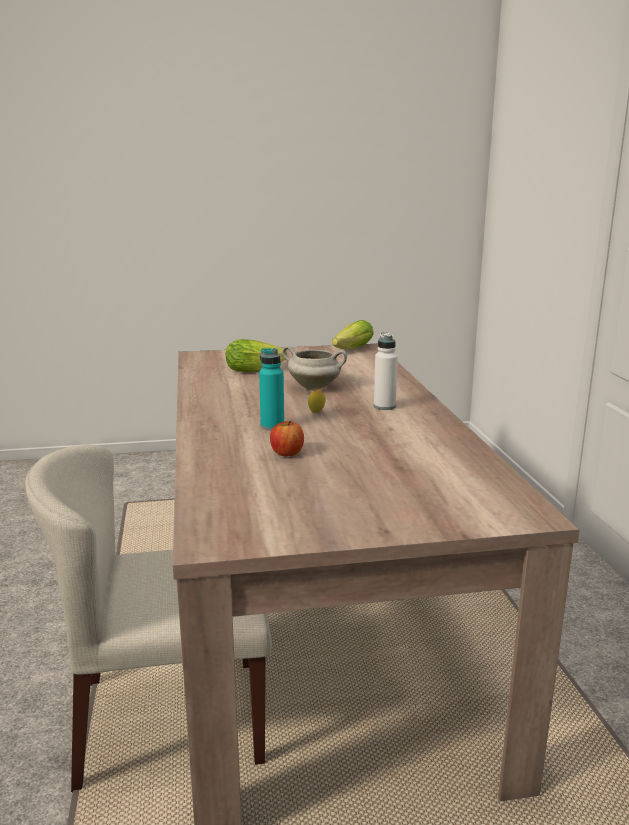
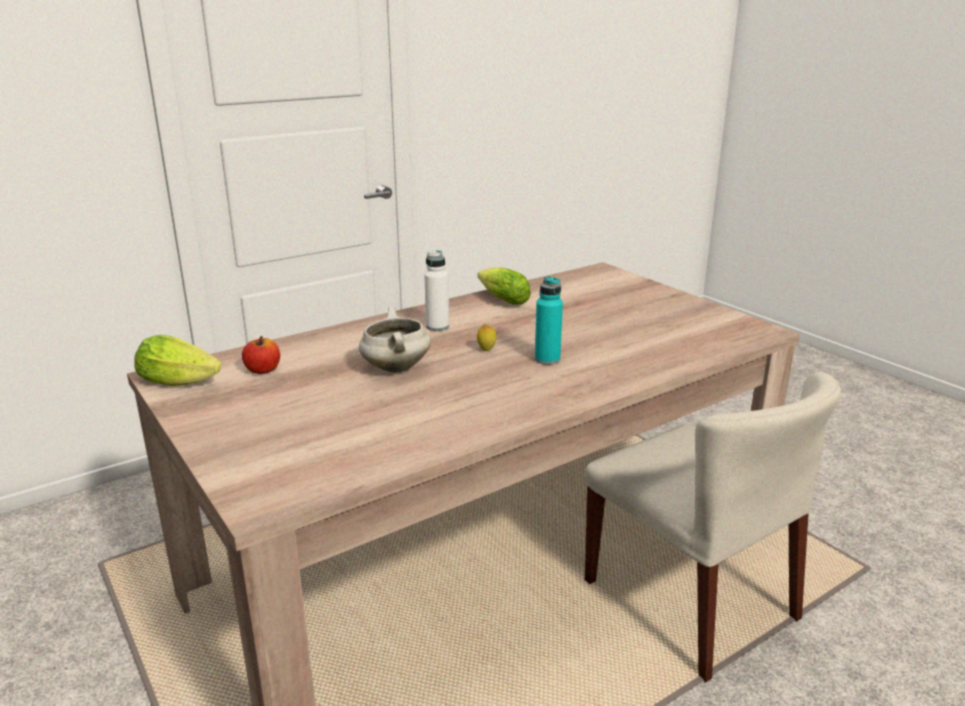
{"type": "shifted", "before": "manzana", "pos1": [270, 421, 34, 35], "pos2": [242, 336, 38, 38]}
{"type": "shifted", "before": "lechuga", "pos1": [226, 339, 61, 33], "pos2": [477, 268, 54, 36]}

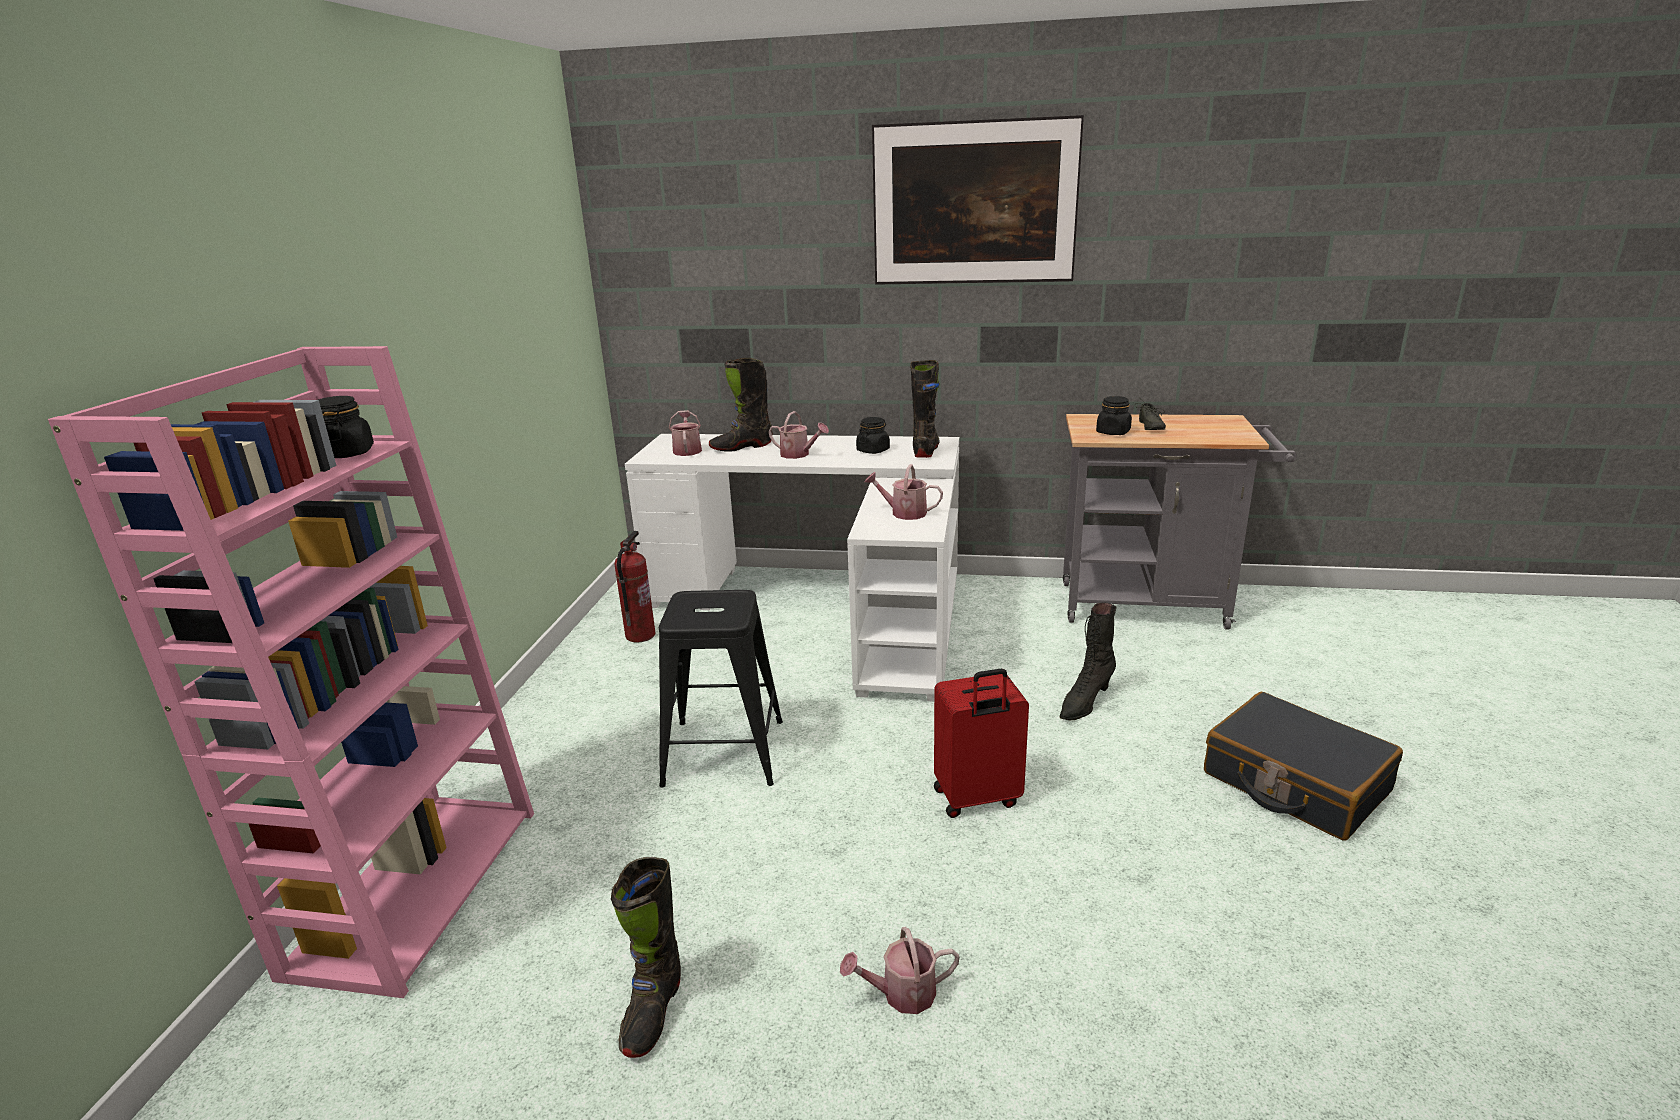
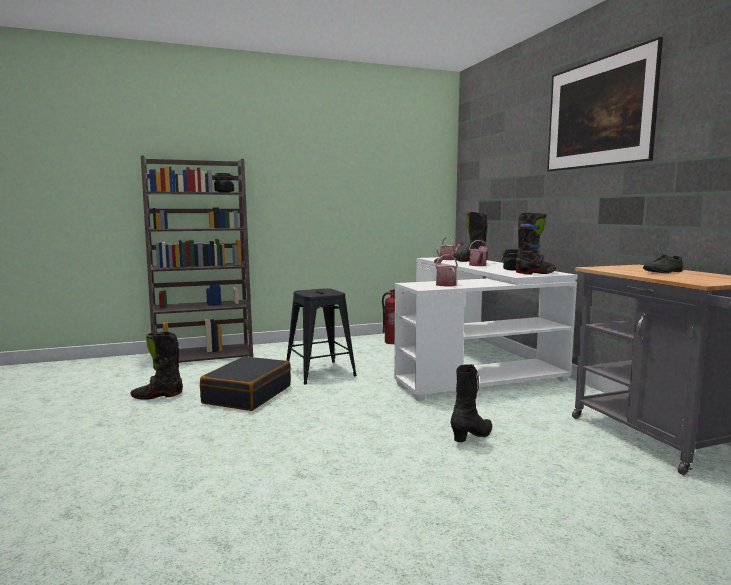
{"type": "repainted", "before": "estantería/rosa", "after": "estantería/marrón", "pos1": [48, 346, 486, 652], "pos2": [141, 155, 112, 212]}
{"type": "shifted", "before": "maleta/negro", "pos1": [1204, 692, 199, 149], "pos2": [200, 356, 91, 55]}
{"type": "rotated", "before": "bota/negro", "pos1": [1060, 602, 56, 118], "pos2": [451, 364, 41, 78], "turn": 120}
{"type": "gone", "before": "regadera", "pos1": [840, 927, 119, 87]}
{"type": "gone", "before": "maleta/rojo", "pos1": [934, 669, 95, 149]}
{"type": "gone", "before": "tarro/negro", "pos1": [1096, 396, 36, 39]}

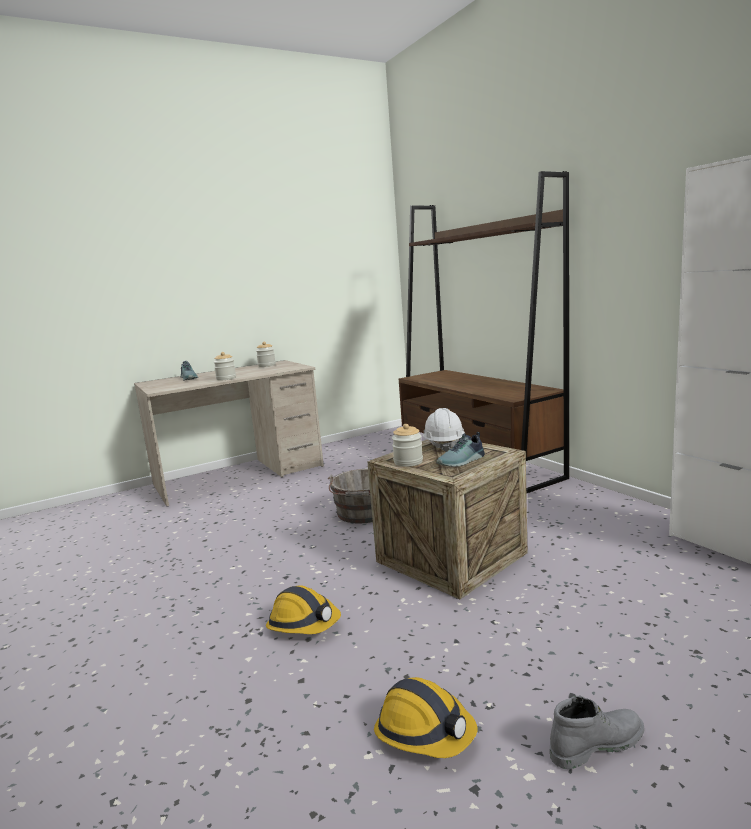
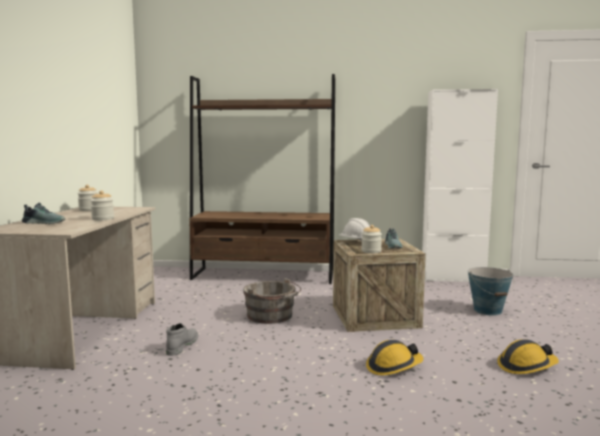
{"type": "shifted", "before": "bota/gris", "pos1": [550, 696, 95, 73], "pos2": [166, 323, 32, 33]}
{"type": "new", "after": "cubo", "pos2": [468, 267, 46, 48]}

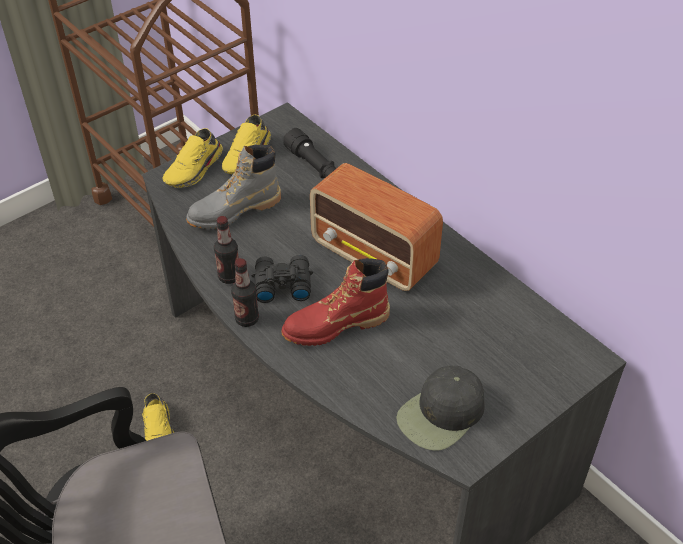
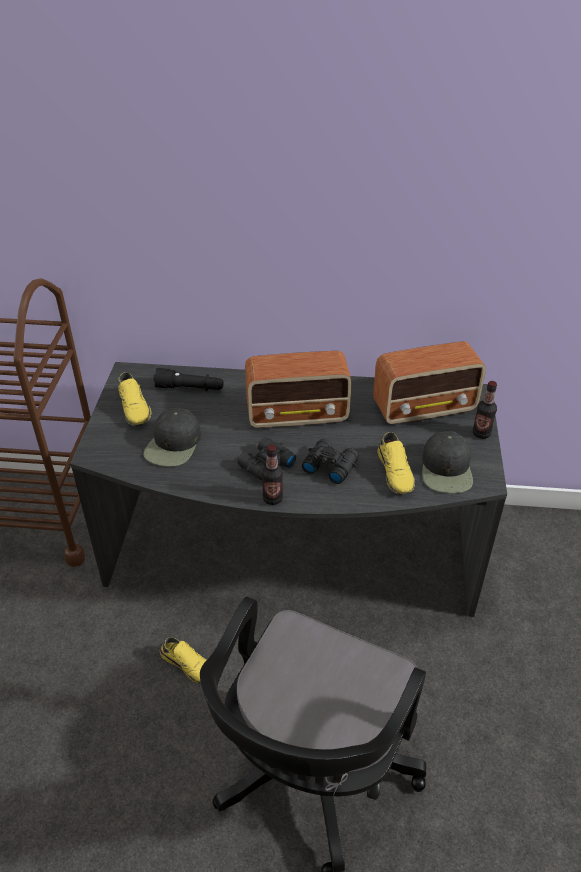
{"type": "swapped", "before": "bota/gris", "after": "gorra/negro", "pos1": [186, 145, 95, 84], "pos2": [143, 408, 58, 59]}
{"type": "swapped", "before": "bota/rojo", "after": "prismáticos/negro", "pos1": [281, 258, 109, 88], "pos2": [302, 439, 57, 45]}
{"type": "new", "after": "radio", "pos2": [373, 341, 113, 84]}
{"type": "shifted", "before": "zapato/amarillo", "pos1": [163, 128, 60, 60], "pos2": [378, 432, 37, 62]}
{"type": "shifted", "before": "botella", "pos1": [214, 216, 25, 68], "pos2": [473, 381, 24, 58]}

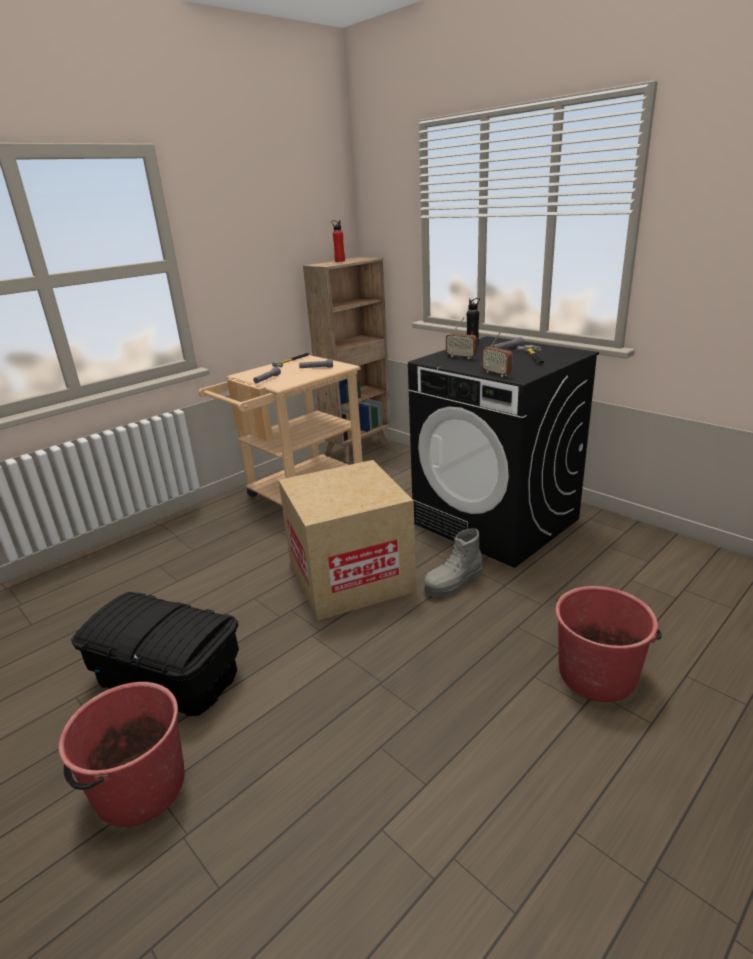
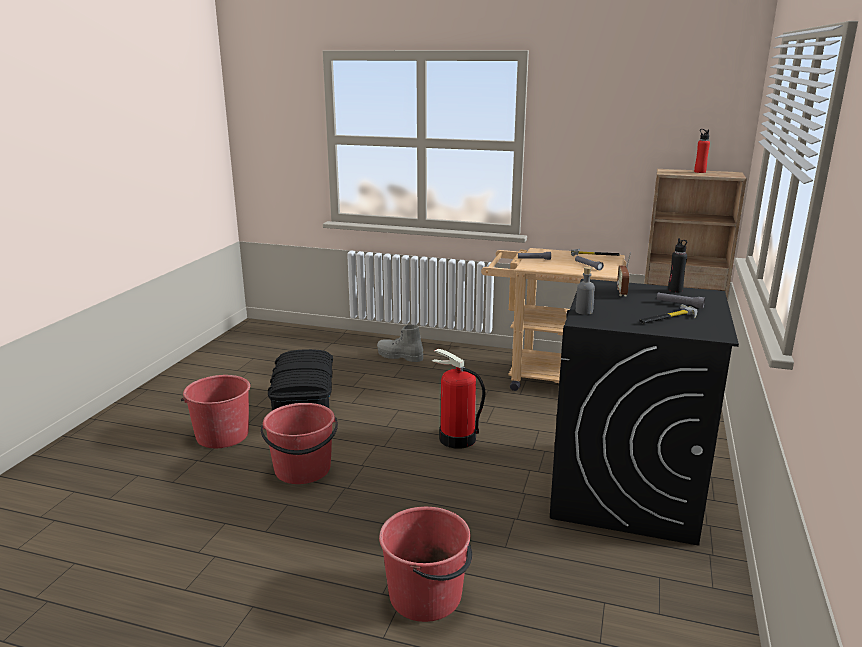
{"type": "new", "after": "cubo/rojo", "pos2": [261, 403, 77, 81]}
{"type": "shifted", "before": "bota/gris", "pos1": [424, 528, 58, 69], "pos2": [377, 325, 46, 37]}
{"type": "swapped", "before": "caja de cartón", "after": "extintor", "pos1": [278, 460, 139, 161], "pos2": [432, 349, 53, 99]}
{"type": "swapped", "before": "radio", "after": "botella/gris", "pos1": [482, 330, 31, 47], "pos2": [576, 267, 19, 48]}

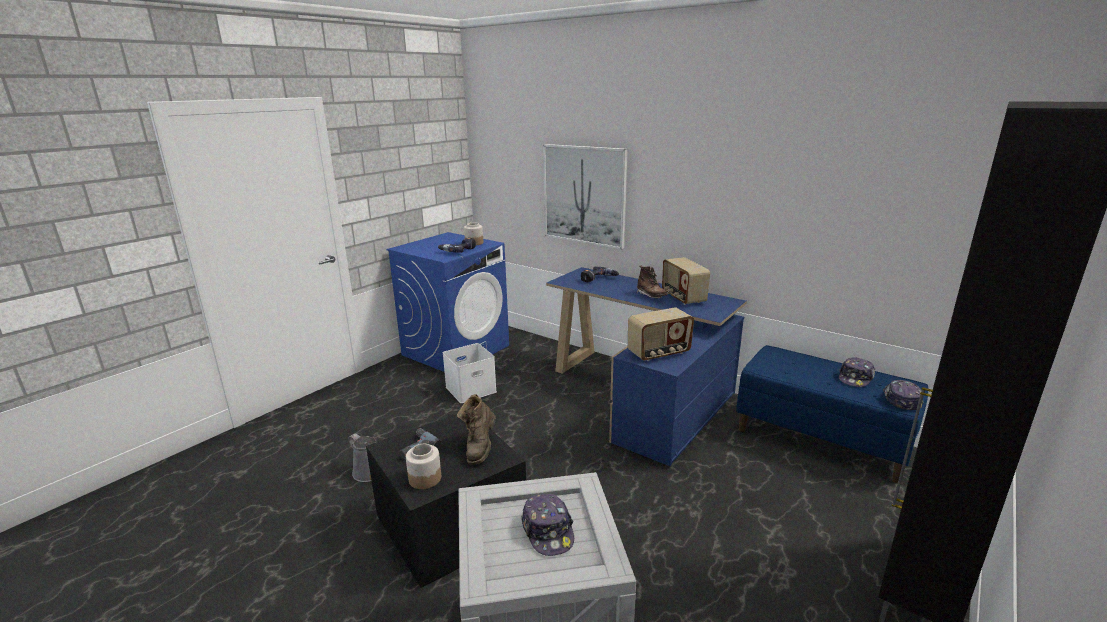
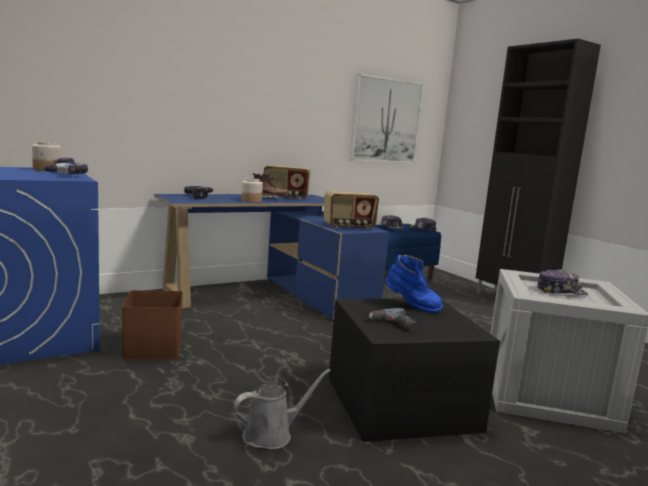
{"type": "repainted", "before": "caja de almacenaje/blanco", "after": "caja de almacenaje/marrón", "pos1": [442, 343, 55, 60], "pos2": [122, 290, 61, 70]}
{"type": "shifted", "before": "tarro", "pos1": [406, 444, 35, 45], "pos2": [241, 178, 22, 25]}
{"type": "rotated", "before": "radio", "pos1": [628, 307, 66, 54], "pos2": [324, 191, 55, 38], "turn": 75}
{"type": "shifted", "before": "cuadro", "pos1": [543, 144, 85, 106], "pos2": [350, 74, 74, 89]}
{"type": "repainted", "before": "bota/marrón", "after": "bota/azul", "pos1": [457, 394, 39, 71], "pos2": [386, 254, 57, 59]}

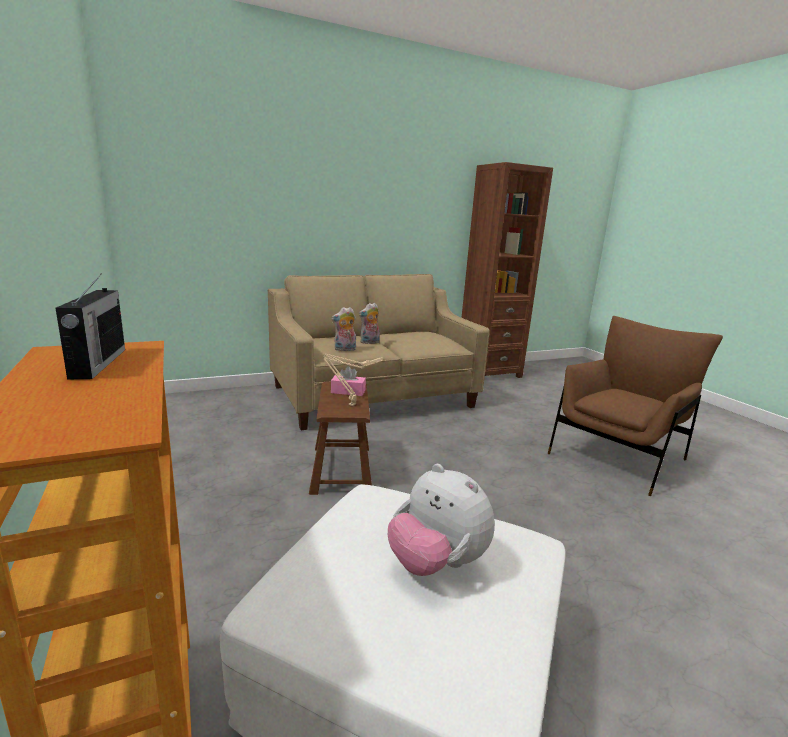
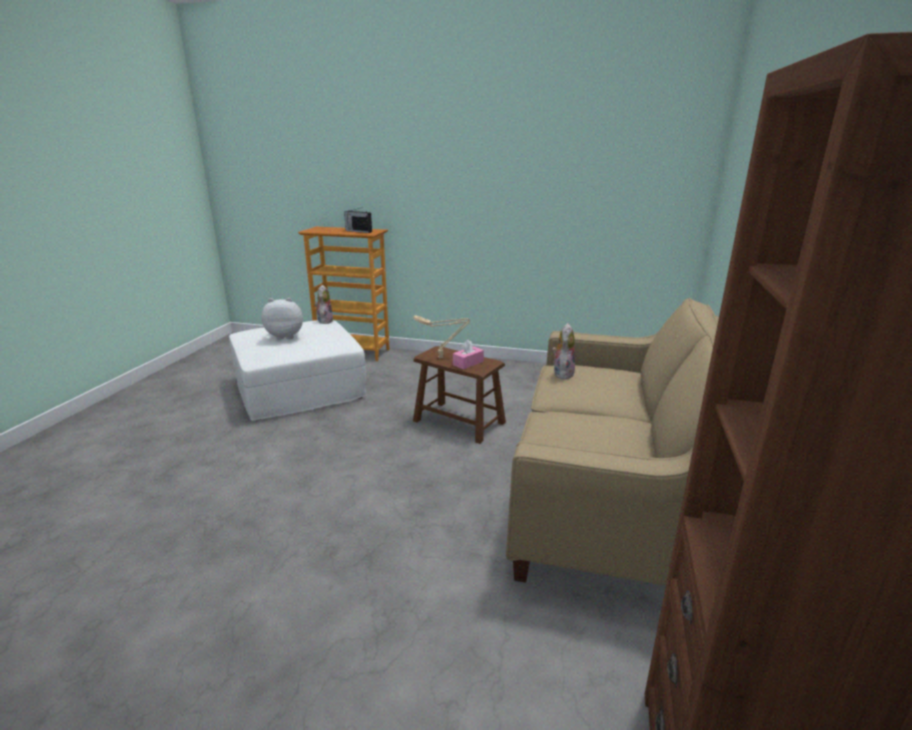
{"type": "shifted", "before": "peluche", "pos1": [359, 303, 21, 41], "pos2": [315, 285, 18, 39]}
{"type": "gone", "before": "sillón/marrón", "pos1": [548, 316, 175, 180]}

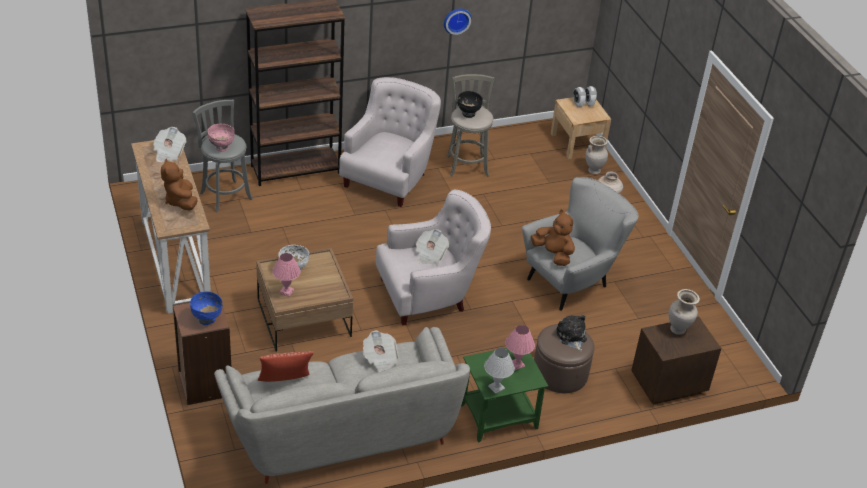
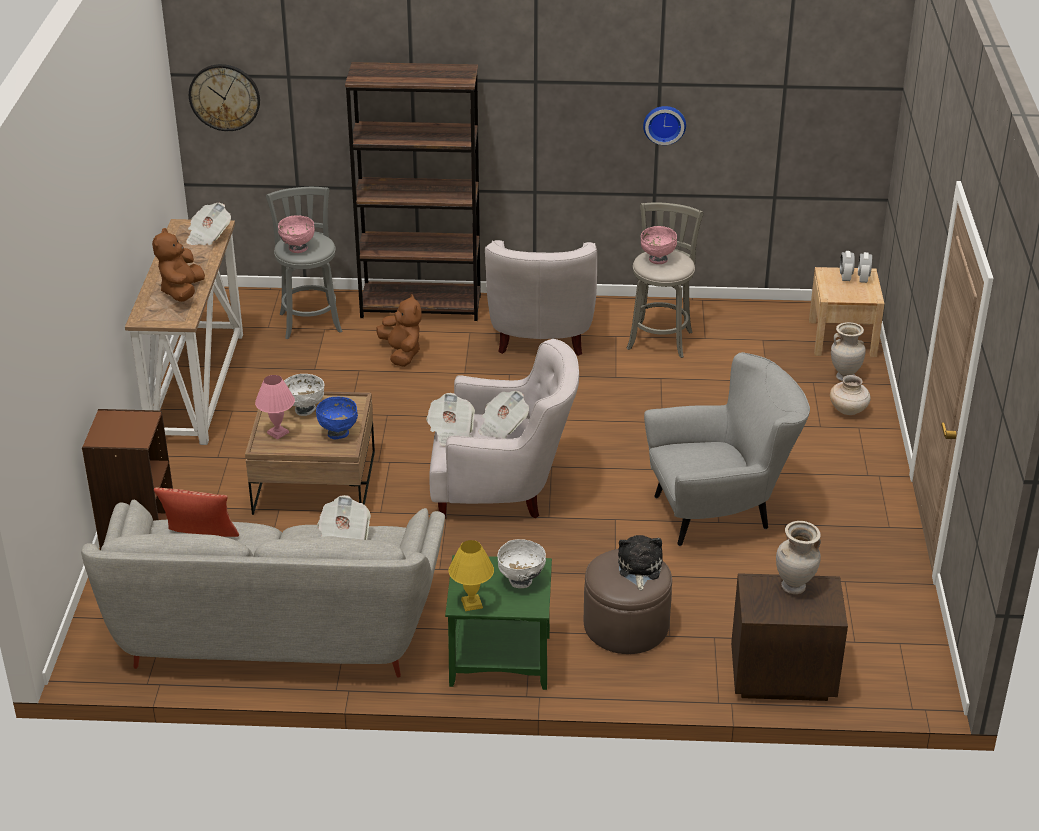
{"type": "new", "after": "reloj de pared", "pos2": [189, 64, 71, 67]}
{"type": "shifted", "before": "cuenco/azul", "pos1": [190, 291, 32, 34], "pos2": [316, 397, 42, 42]}
{"type": "shifted", "before": "peluche/marrón", "pos1": [531, 210, 44, 56], "pos2": [376, 294, 46, 73]}
{"type": "new", "after": "periódico", "pos2": [426, 393, 49, 53]}
{"type": "repainted", "before": "lámpara de mesa/blanco", "after": "lámpara de mesa/amarillo", "pos1": [484, 348, 31, 46], "pos2": [449, 540, 45, 71]}
{"type": "rotated", "before": "sillón/blanco", "pos1": [339, 77, 102, 130], "pos2": [485, 240, 112, 116], "turn": 135}
{"type": "swapped", "before": "lámpara de mesa/rosa", "after": "cuenco/blanco", "pos1": [505, 325, 30, 45], "pos2": [498, 539, 48, 49]}
{"type": "repainted", "before": "cuenco/negro", "after": "cuenco/rosa", "pos1": [457, 91, 26, 27], "pos2": [641, 226, 36, 38]}

